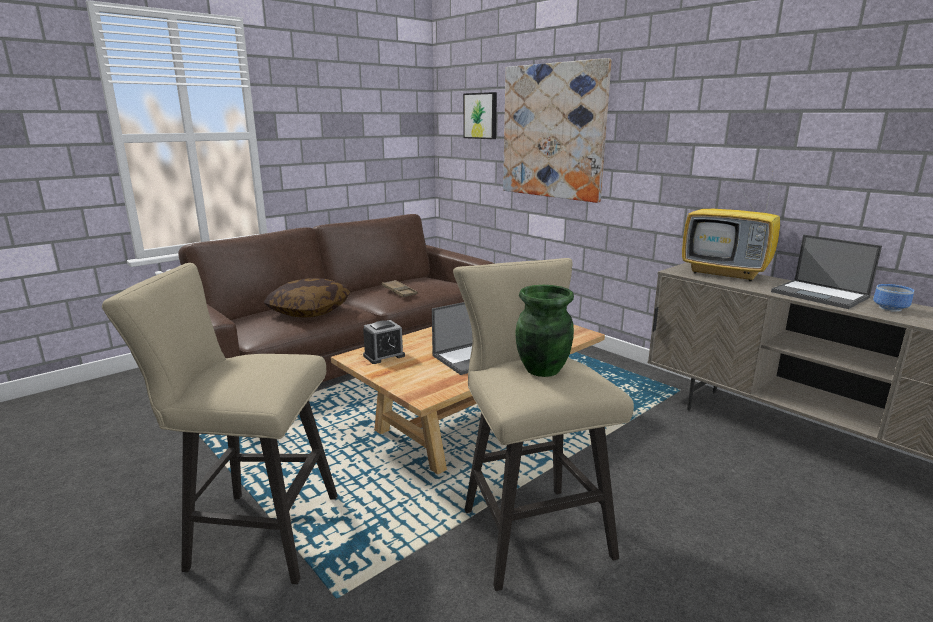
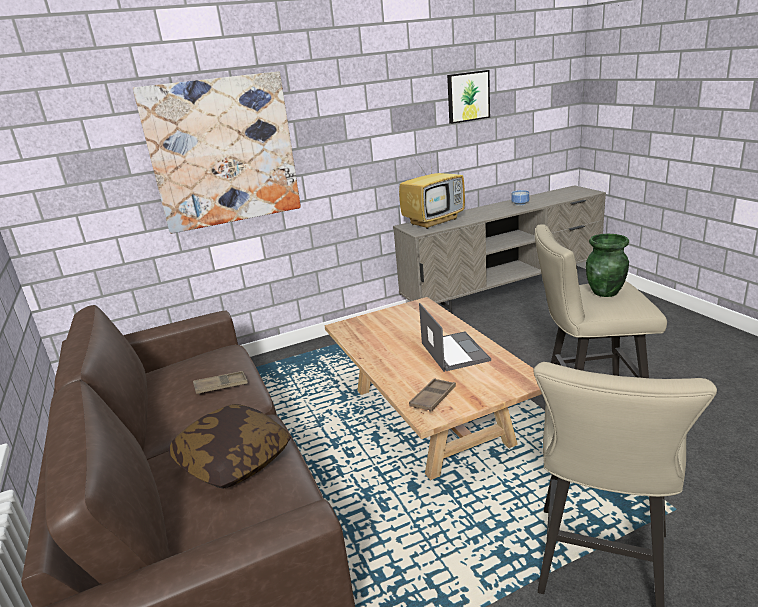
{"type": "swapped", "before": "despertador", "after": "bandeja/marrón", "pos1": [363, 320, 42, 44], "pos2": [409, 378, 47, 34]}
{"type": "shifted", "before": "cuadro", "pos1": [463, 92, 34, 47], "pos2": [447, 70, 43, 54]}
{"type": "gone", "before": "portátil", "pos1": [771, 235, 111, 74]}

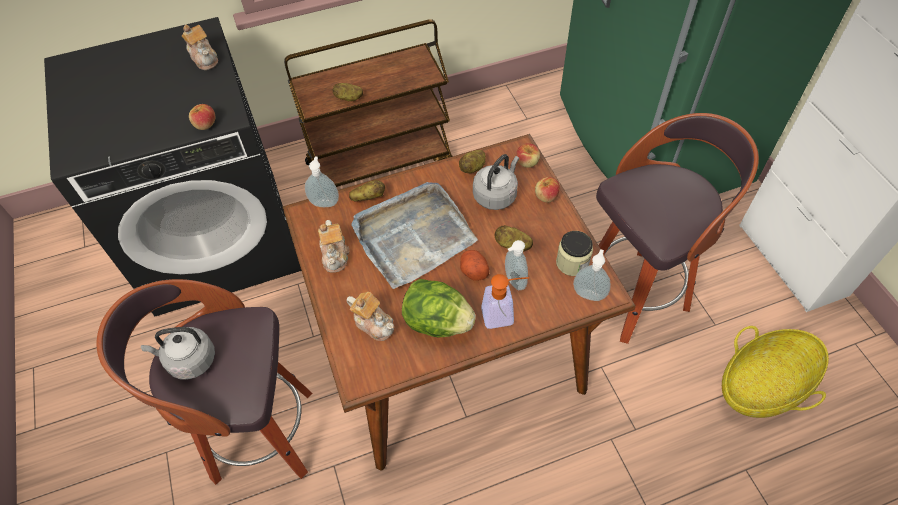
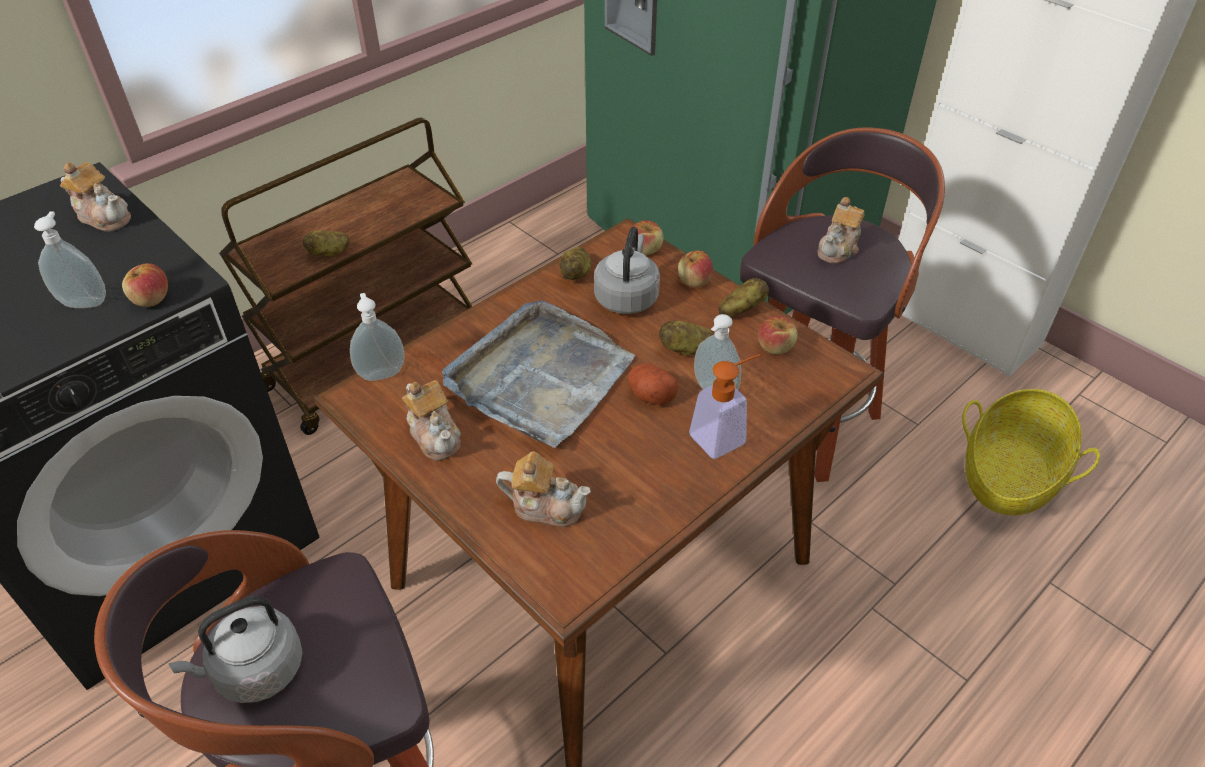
{"type": "shifted", "before": "dispensador de jabón", "pos1": [573, 250, 38, 51], "pos2": [34, 212, 72, 96]}
{"type": "shifted", "before": "patata", "pos1": [349, 180, 36, 21], "pos2": [719, 278, 50, 40]}
{"type": "swapped", "before": "tarro", "after": "manzana", "pos1": [556, 231, 37, 45], "pos2": [758, 316, 40, 38]}
{"type": "new", "after": "tetera", "pos2": [817, 197, 48, 67]}
{"type": "gone", "before": "lechuga", "pos1": [402, 279, 74, 58]}

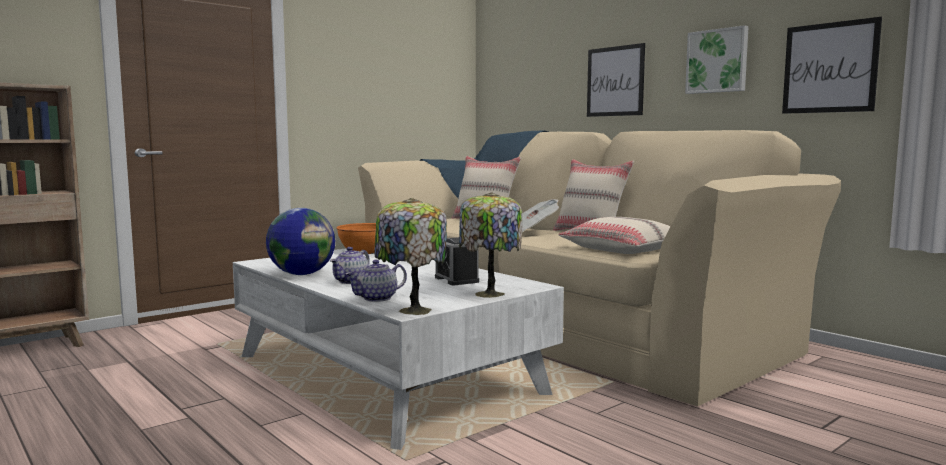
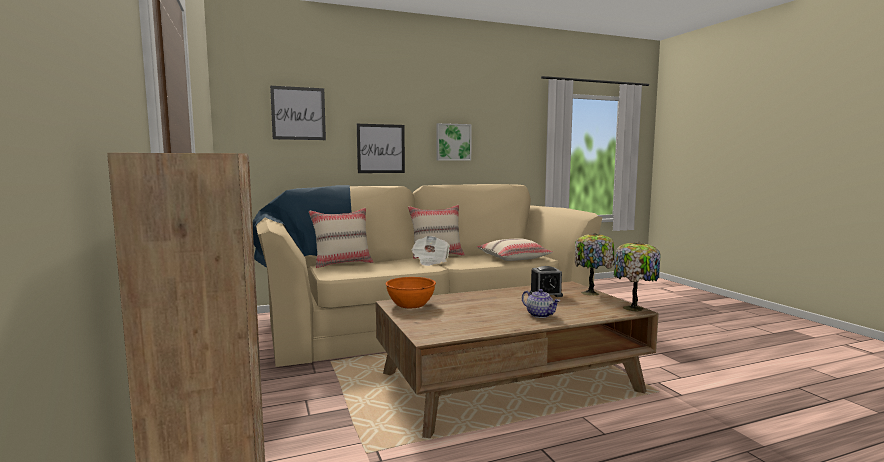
{"type": "shifted", "before": "cuadro", "pos1": [782, 17, 100, 97], "pos2": [270, 86, 56, 54]}
{"type": "repainted", "before": "mesa de centro/blanco", "after": "mesa de centro/marrón", "pos1": [233, 249, 331, 201], "pos2": [376, 281, 283, 157]}
{"type": "gone", "before": "globo terráqueo", "pos1": [266, 208, 69, 67]}
{"type": "gone", "before": "tetera", "pos1": [345, 260, 62, 42]}

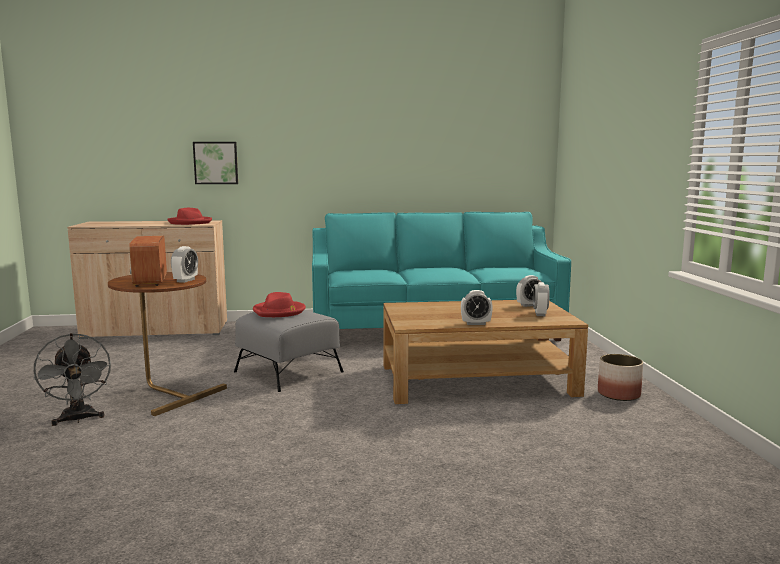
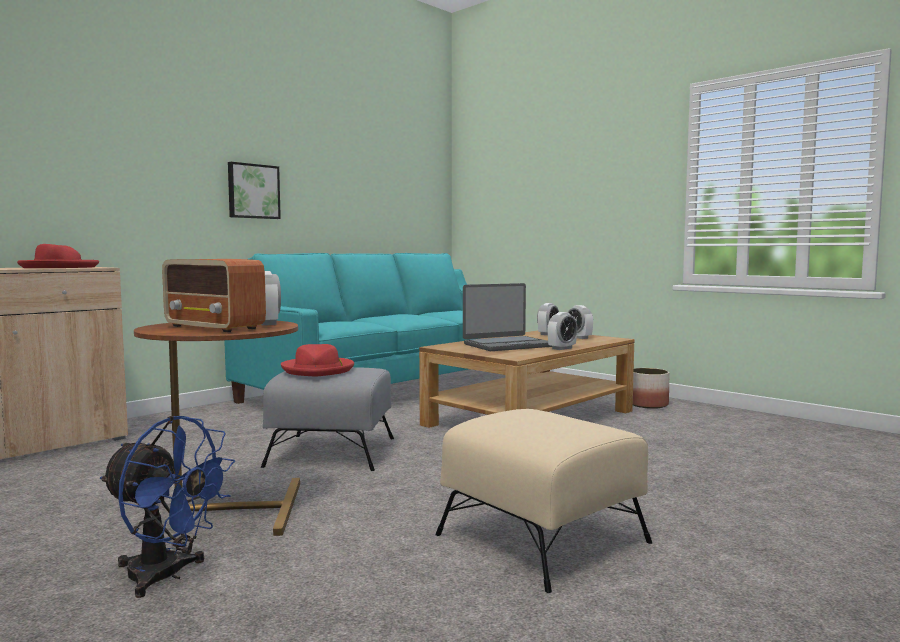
{"type": "repainted", "before": "ventilador/gris", "after": "ventilador/azul", "pos1": [34, 333, 77, 93], "pos2": [100, 416, 135, 182]}
{"type": "shifted", "before": "cuadro", "pos1": [193, 142, 45, 42], "pos2": [228, 162, 53, 57]}
{"type": "new", "after": "puf/beis", "pos2": [435, 409, 217, 184]}
{"type": "new", "after": "portátil", "pos2": [463, 283, 89, 68]}

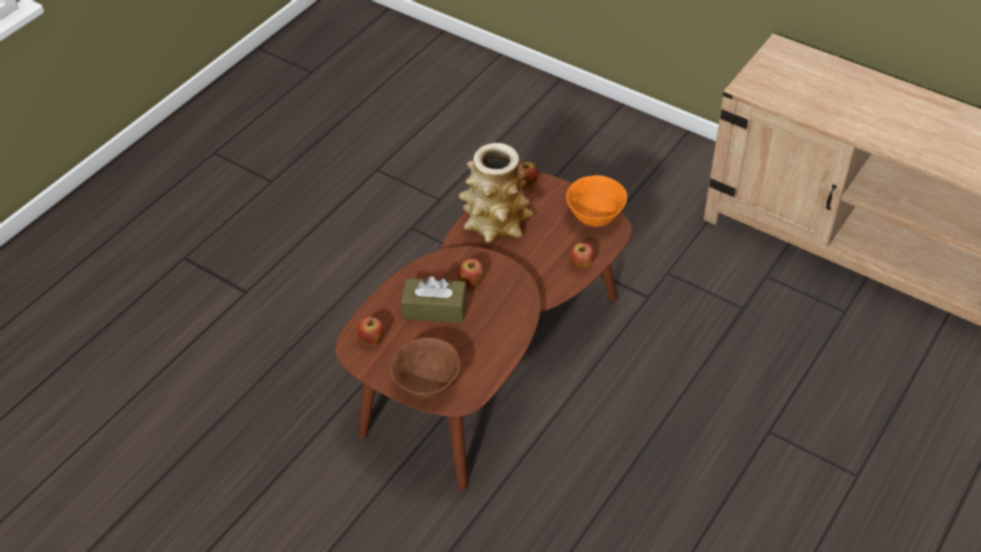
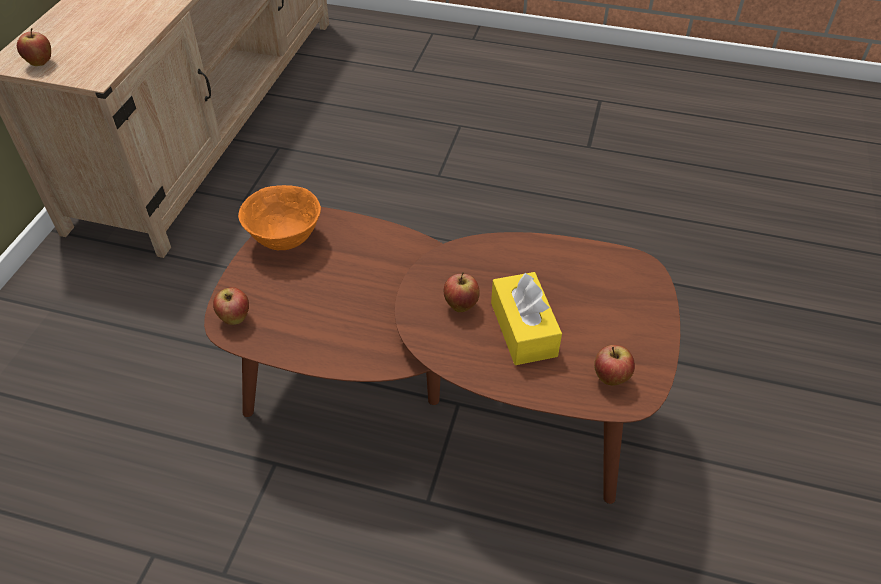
{"type": "shifted", "before": "manzana", "pos1": [569, 242, 25, 28], "pos2": [17, 28, 34, 38]}
{"type": "repainted", "before": "caja de pañuelos/marrón", "after": "caja de pañuelos/amarillo", "pos1": [401, 276, 66, 47], "pos2": [491, 272, 71, 93]}
{"type": "gone", "before": "cuenco/marrón", "pos1": [390, 338, 70, 61]}
{"type": "gone", "before": "florero", "pos1": [459, 143, 75, 100]}

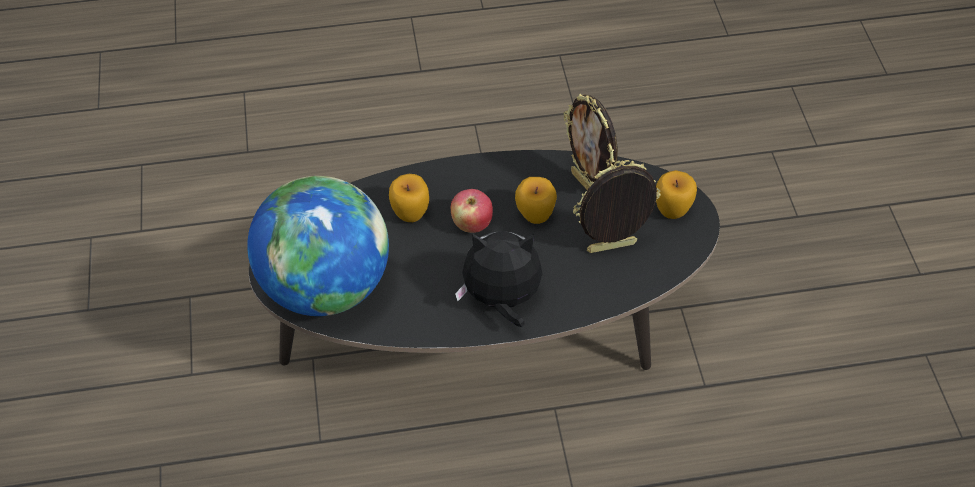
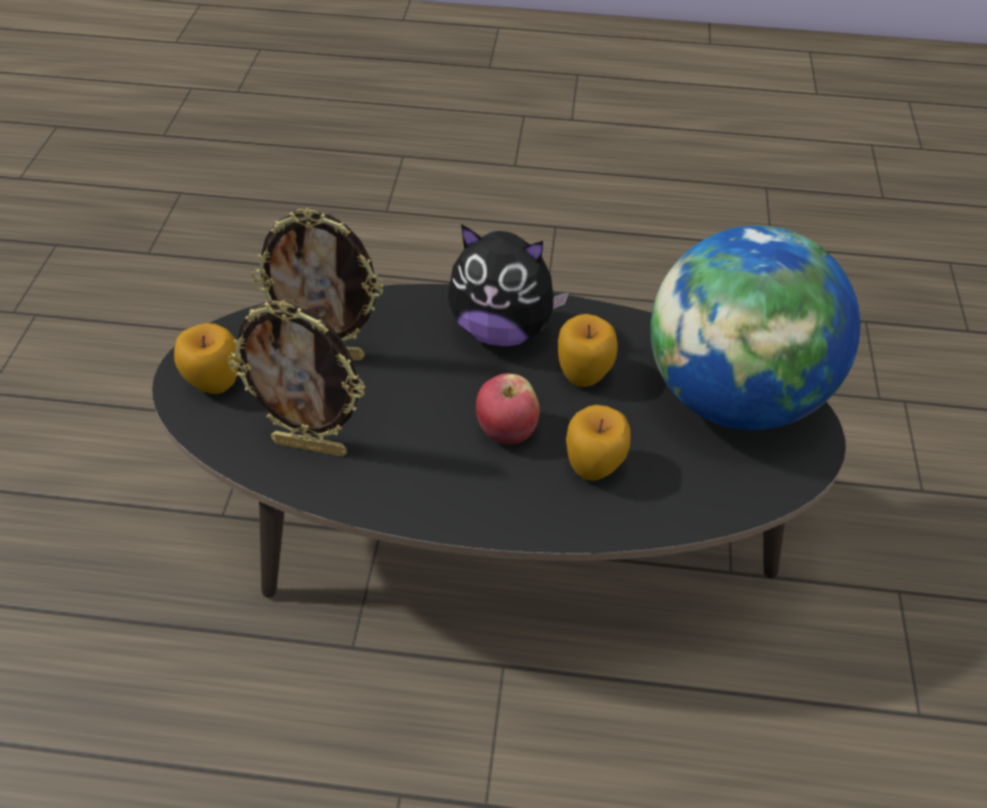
{"type": "rotated", "before": "portarretratos", "pos1": [564, 94, 54, 96], "pos2": [227, 300, 138, 157], "turn": 120}
{"type": "shifted", "before": "manzana", "pos1": [515, 177, 42, 47], "pos2": [558, 314, 59, 73]}

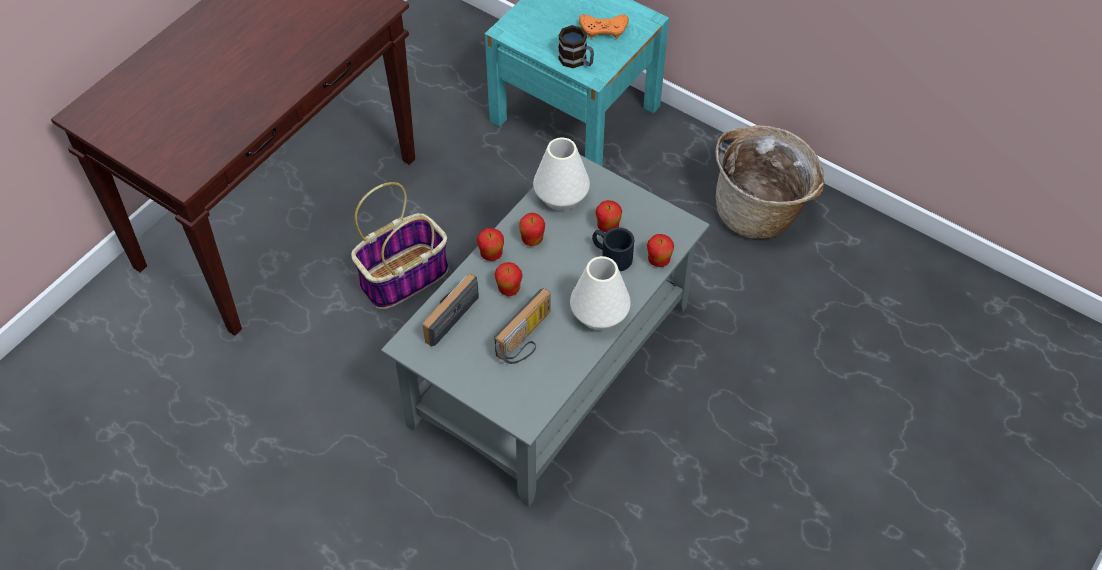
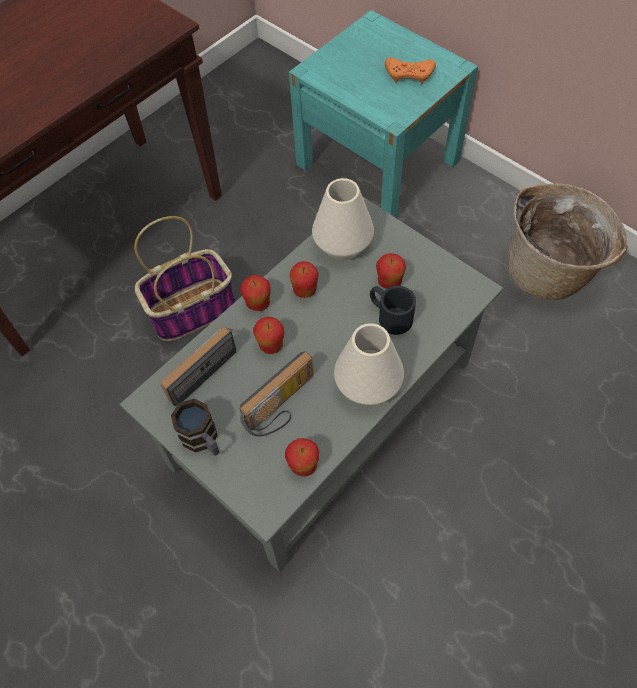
{"type": "shifted", "before": "taza grande", "pos1": [558, 25, 36, 43], "pos2": [171, 399, 48, 57]}
{"type": "shifted", "before": "manzana", "pos1": [647, 234, 27, 33], "pos2": [285, 438, 34, 38]}

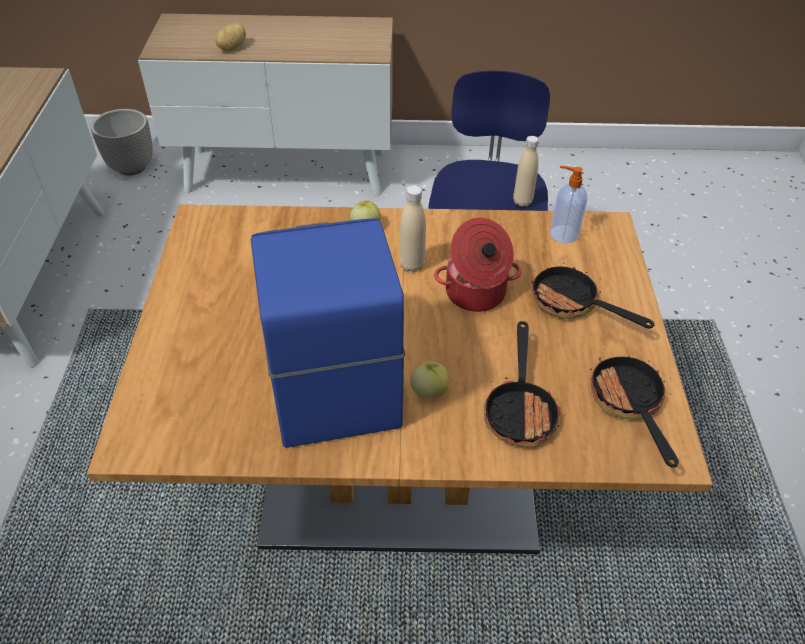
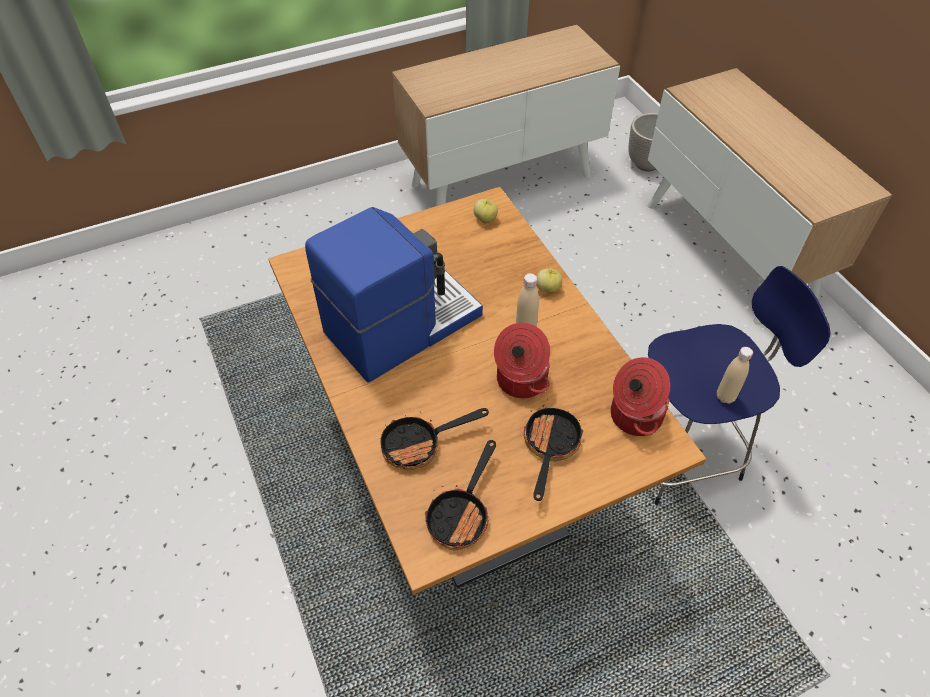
{"type": "rotated", "before": "sartén", "pos1": [590, 356, 89, 111], "pos2": [425, 440, 71, 111], "turn": 150}
{"type": "shifted", "before": "manzana", "pos1": [410, 361, 39, 37], "pos2": [473, 199, 25, 24]}
{"type": "swapped", "before": "dispensador de jabón", "after": "olla", "pos1": [550, 166, 37, 77], "pos2": [611, 357, 59, 79]}
{"type": "gone", "before": "patata", "pos1": [215, 22, 31, 29]}

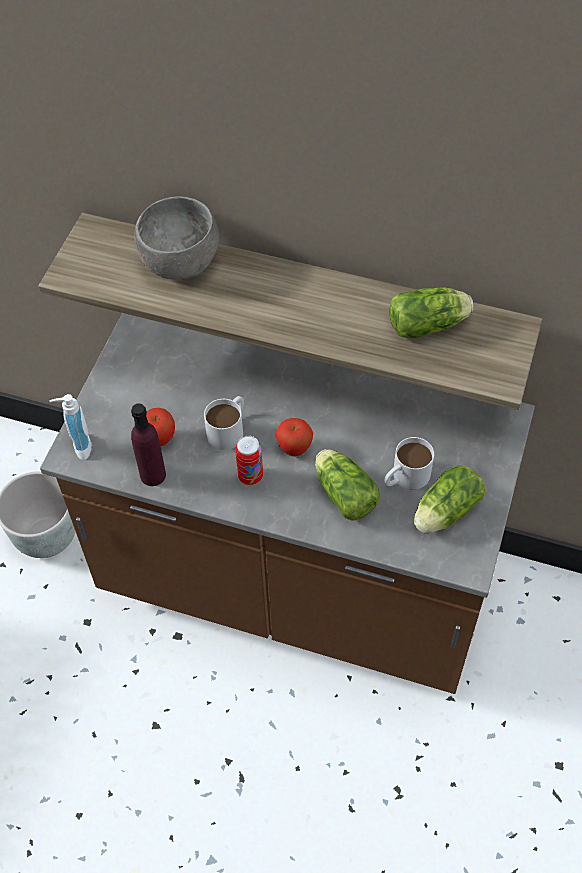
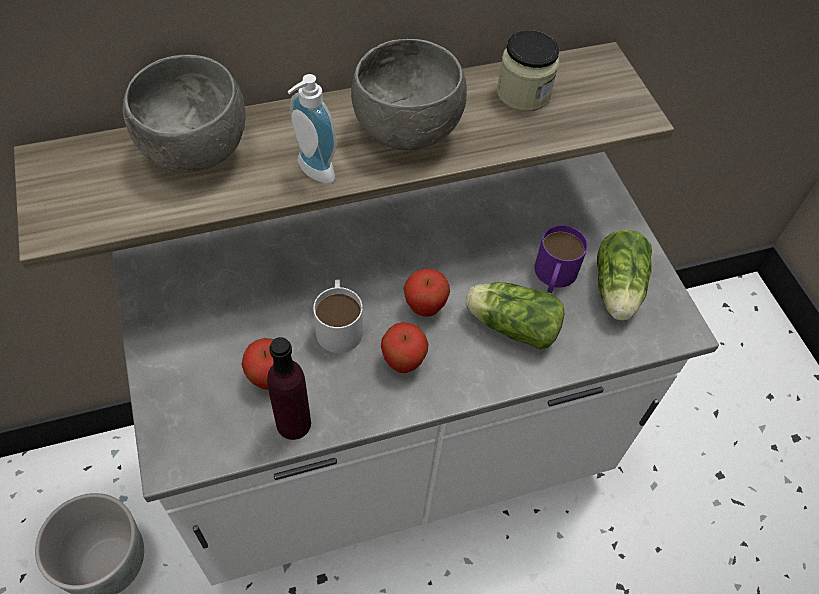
{"type": "repainted", "before": "mueble bajo de cocina/marrón", "after": "mueble bajo de cocina/blanco", "pos1": [40, 313, 495, 381], "pos2": [112, 152, 607, 433]}
{"type": "shifted", "before": "dispensador de jabón", "pos1": [49, 394, 43, 66], "pos2": [288, 74, 49, 110]}
{"type": "new", "after": "cuenco/gris", "pos2": [351, 39, 116, 111]}
{"type": "swapped", "before": "lata", "after": "manzana", "pos1": [235, 436, 28, 49], "pos2": [381, 322, 47, 51]}
{"type": "swapped", "before": "lechuga", "after": "tarro", "pos1": [389, 288, 85, 50], "pos2": [497, 30, 62, 81]}
{"type": "repainted", "before": "taza grande/blanco", "after": "taza grande/morado", "pos1": [384, 437, 50, 53], "pos2": [534, 225, 54, 68]}

